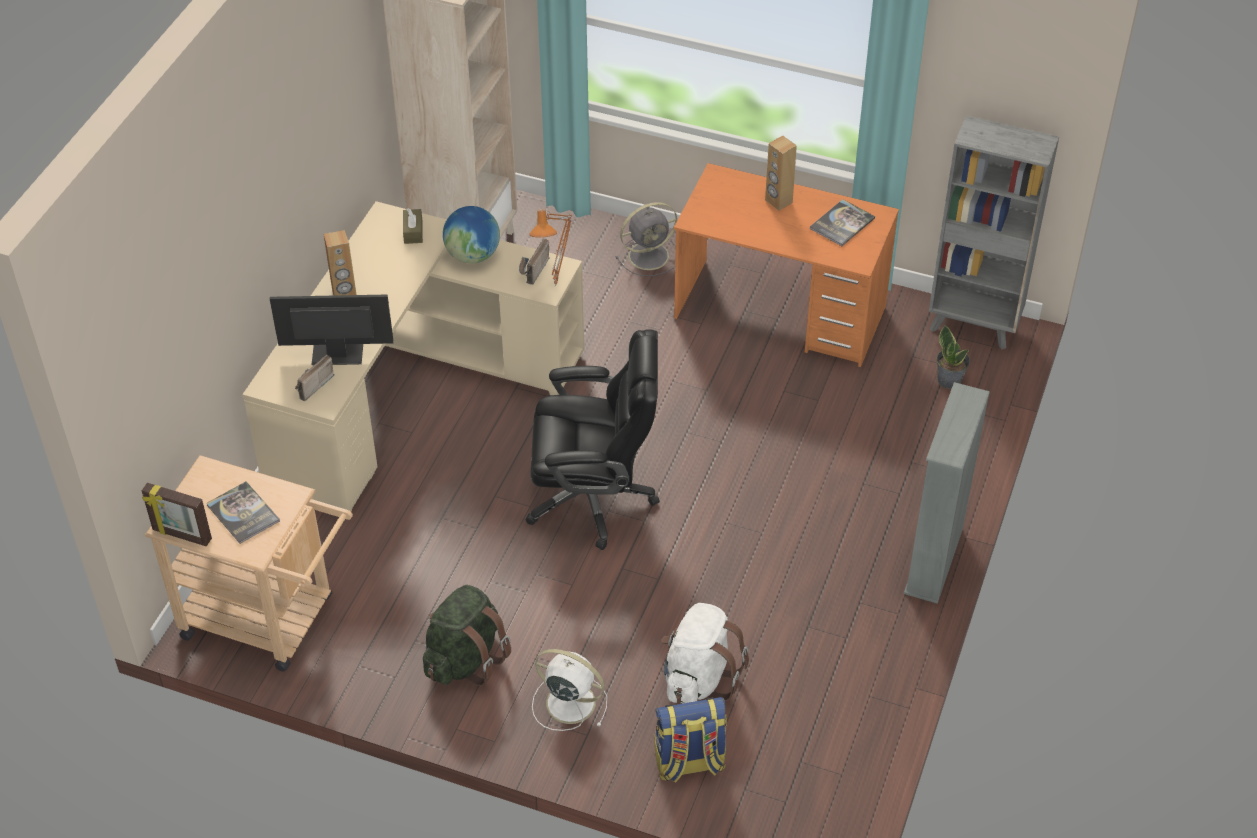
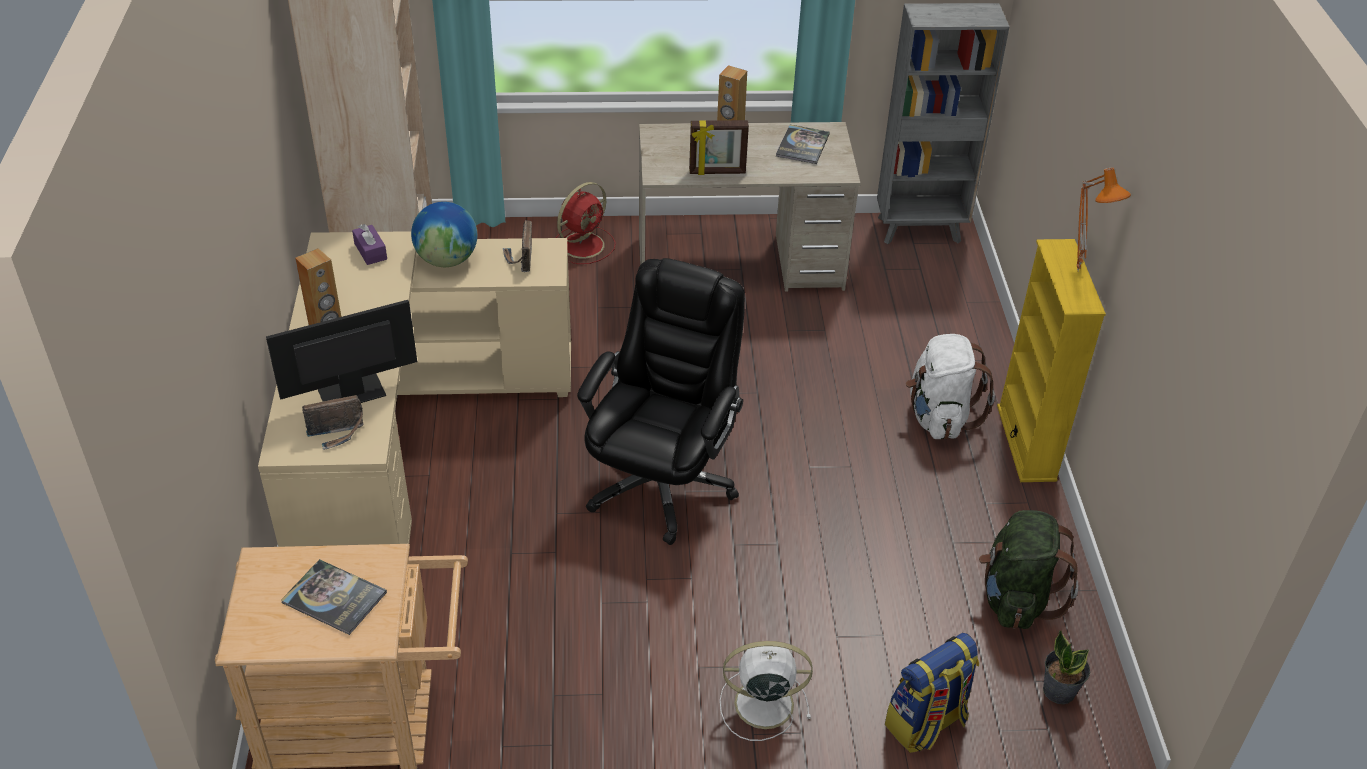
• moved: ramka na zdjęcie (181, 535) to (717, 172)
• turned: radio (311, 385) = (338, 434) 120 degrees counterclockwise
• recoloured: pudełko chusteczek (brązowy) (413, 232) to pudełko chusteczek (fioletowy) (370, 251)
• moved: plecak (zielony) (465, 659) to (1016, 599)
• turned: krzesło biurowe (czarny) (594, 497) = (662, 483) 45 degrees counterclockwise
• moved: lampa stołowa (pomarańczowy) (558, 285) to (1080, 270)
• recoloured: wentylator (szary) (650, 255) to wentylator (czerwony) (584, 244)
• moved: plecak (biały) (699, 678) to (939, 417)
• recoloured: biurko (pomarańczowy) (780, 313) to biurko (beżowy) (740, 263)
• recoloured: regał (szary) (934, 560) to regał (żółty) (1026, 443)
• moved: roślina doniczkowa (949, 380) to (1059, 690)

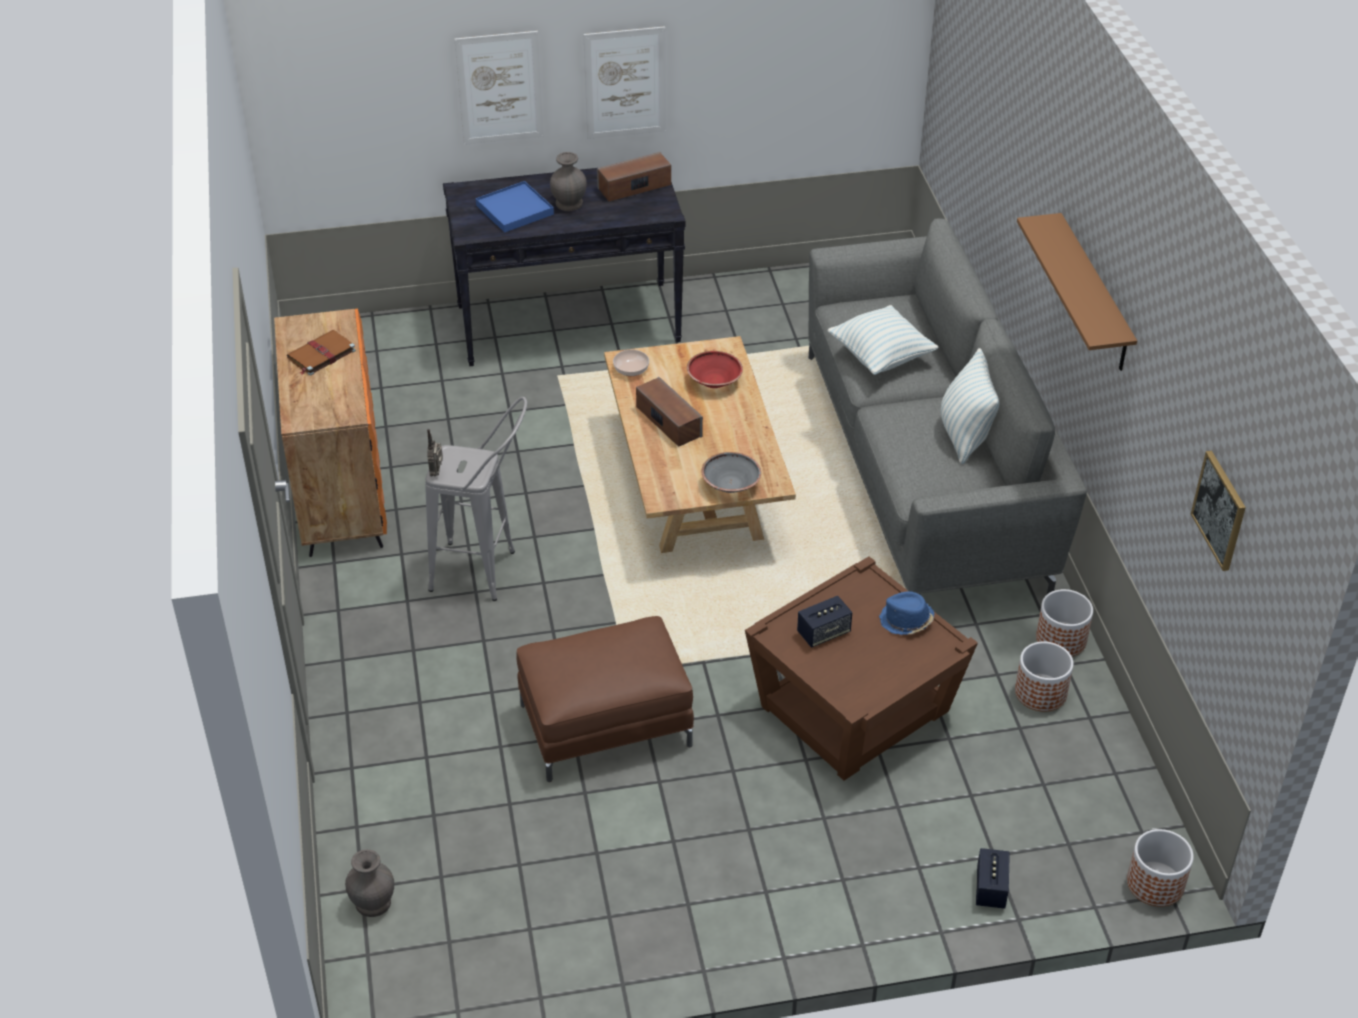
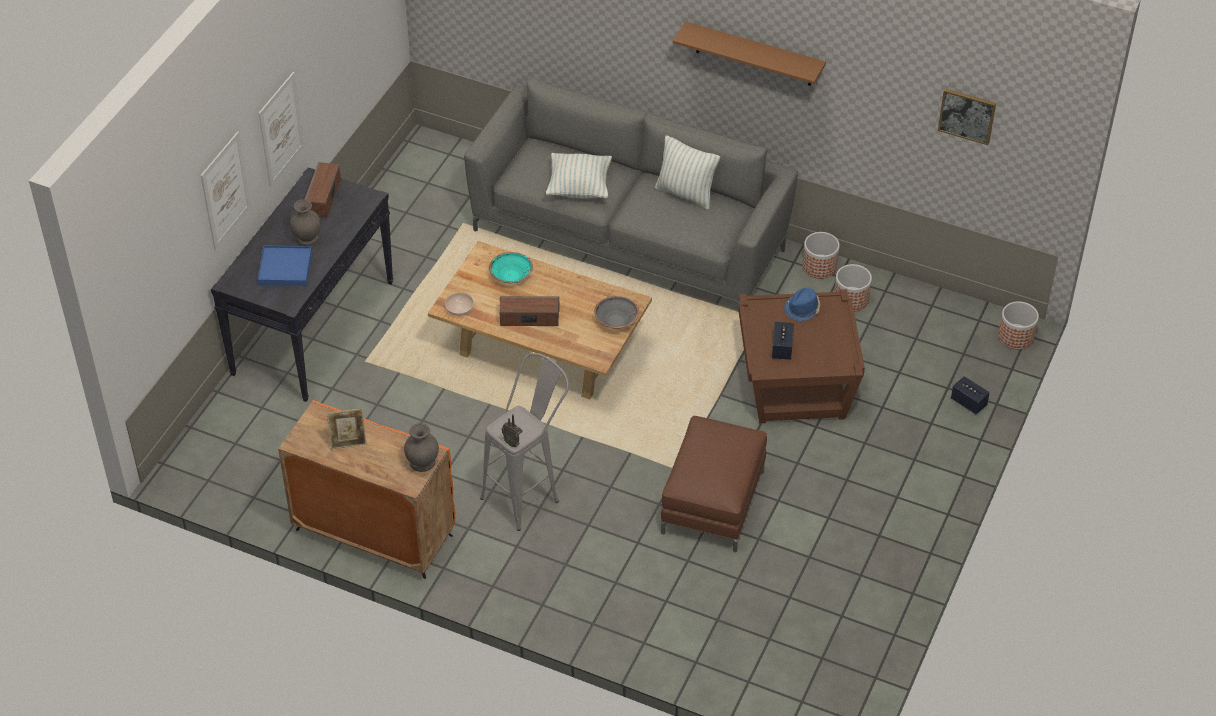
• replaced: książka (brązowy) (320, 355) to ramka na zdjęcie (348, 441)
• moved: wazon (szary) (372, 901) to (421, 462)
• recoloured: miska (czerwony) (714, 381) to miska (turkusowy) (511, 276)

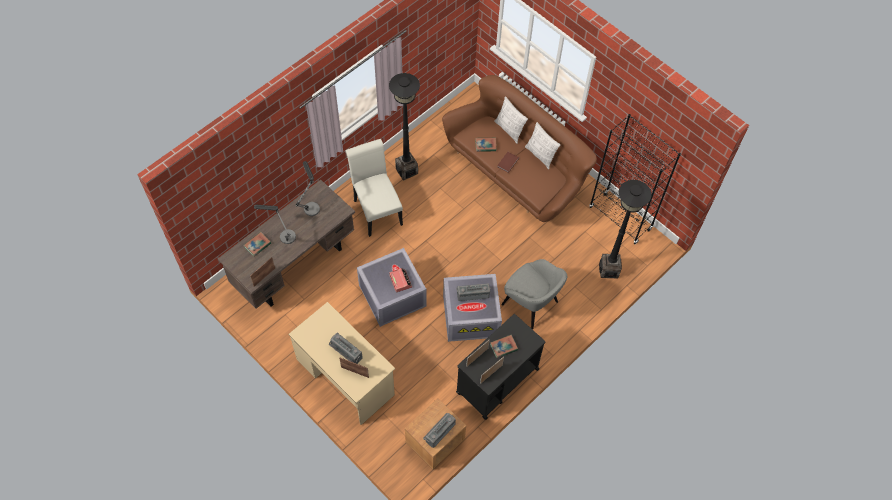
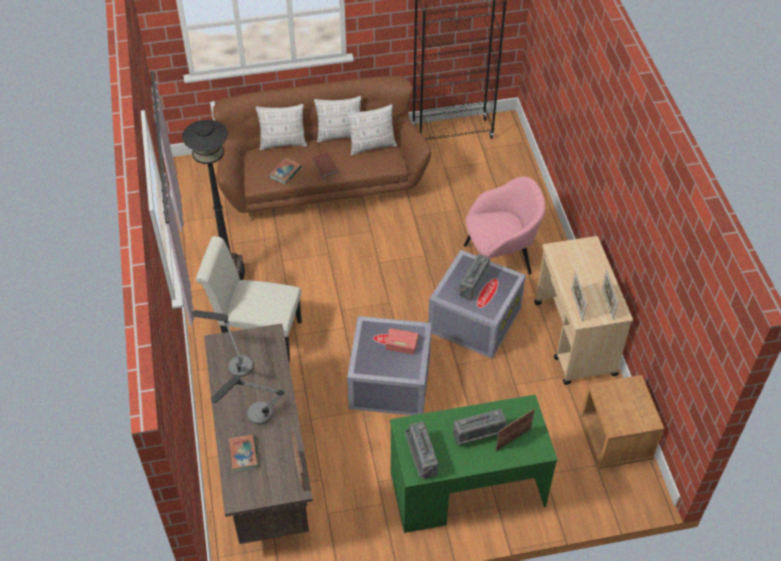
• recoloured: biurko (beżowy) (345, 377) to biurko (zielony) (467, 489)
• moved: radio (439, 431) to (420, 457)
• recoloured: wózek (czarny) (497, 381) to wózek (beżowy) (574, 339)
• removed: książka (503, 347)
• recoloured: fotel (szary) (531, 304) to fotel (różowy) (499, 259)
• removed: lampa stojąca (czarny) (609, 270)
• added: poduszka (372, 146)

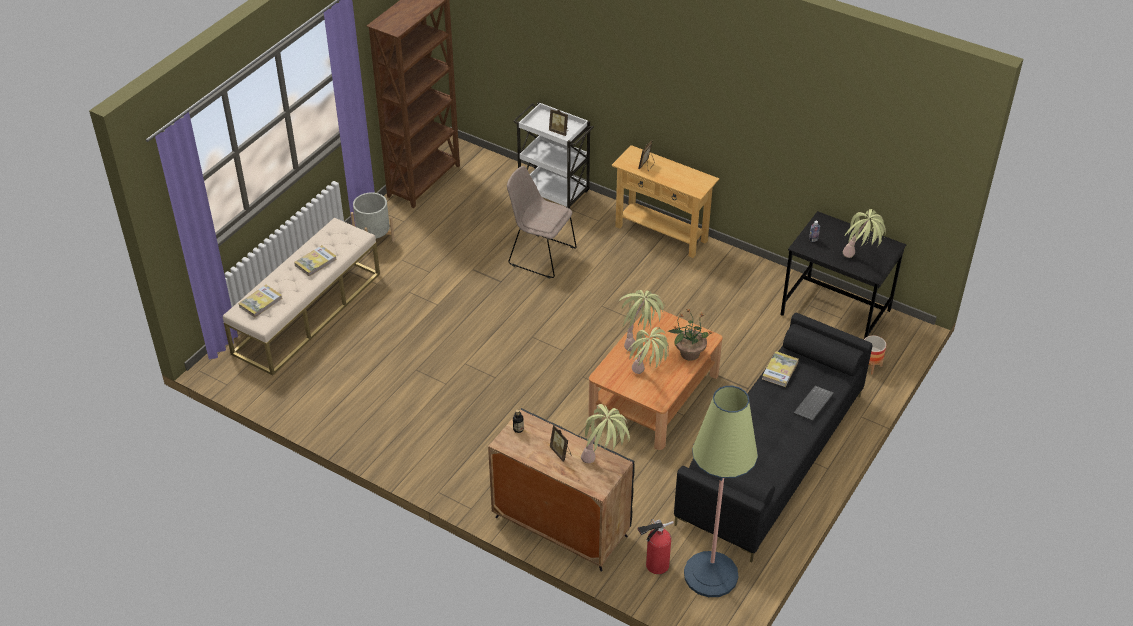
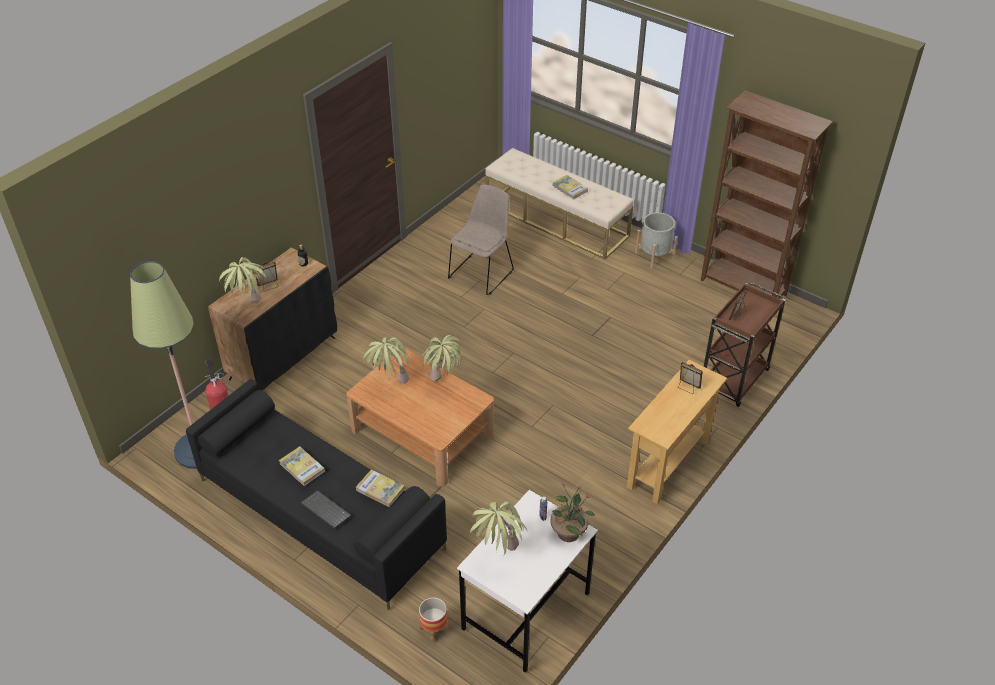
• moved: książka (260, 302) to (302, 467)
• moved: krzesło (beżowy) (540, 255) to (482, 273)
• recoloured: wózek (biały) (554, 193) to wózek (brązowy) (733, 380)
• moved: roślina doniczkowa (689, 353) to (568, 532)
• recoloured: biurko (czarny) (836, 313) to biurko (biały) (526, 612)

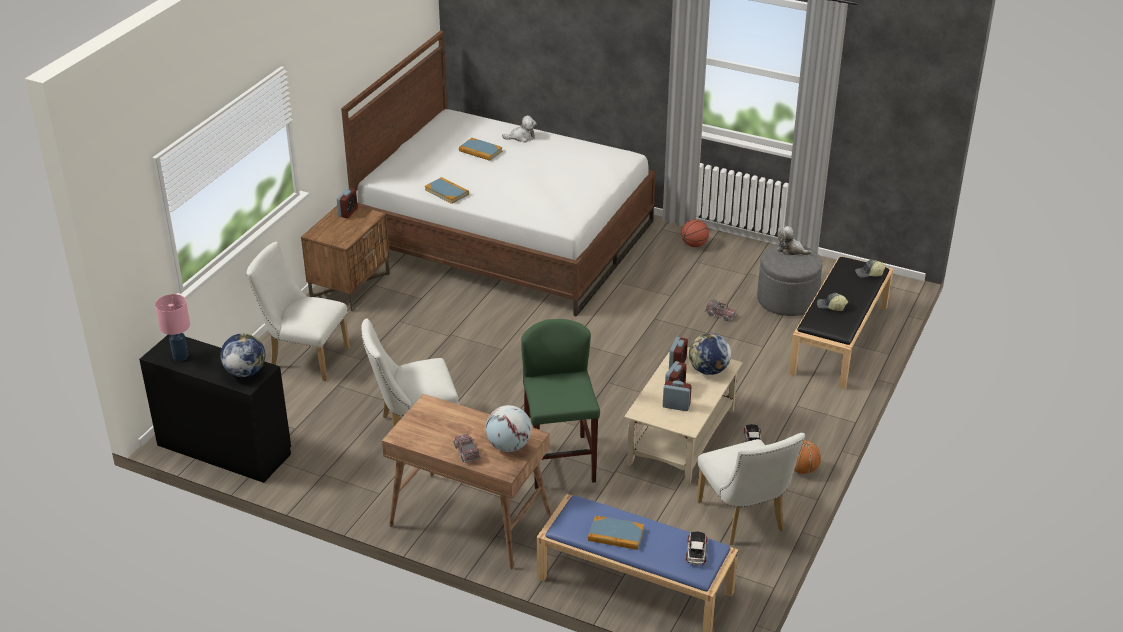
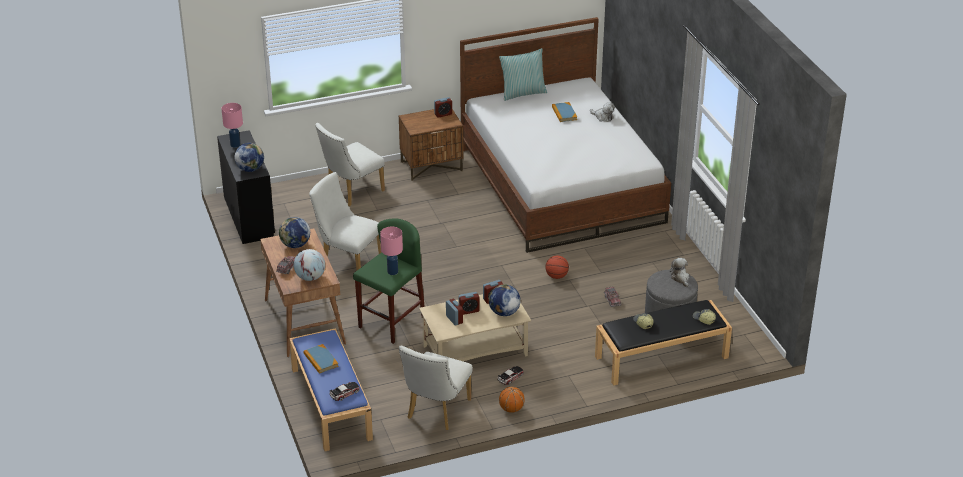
• turned: krzesło (biały) (304, 357) = (351, 192) 105 degrees counterclockwise
• removed: książka (447, 192)
• moved: piłka do koszykówki (694, 245) to (556, 276)
• added: globus (295, 245)
• added: lampa stołowa (różowy) (392, 271)
• added: poduszka (522, 93)

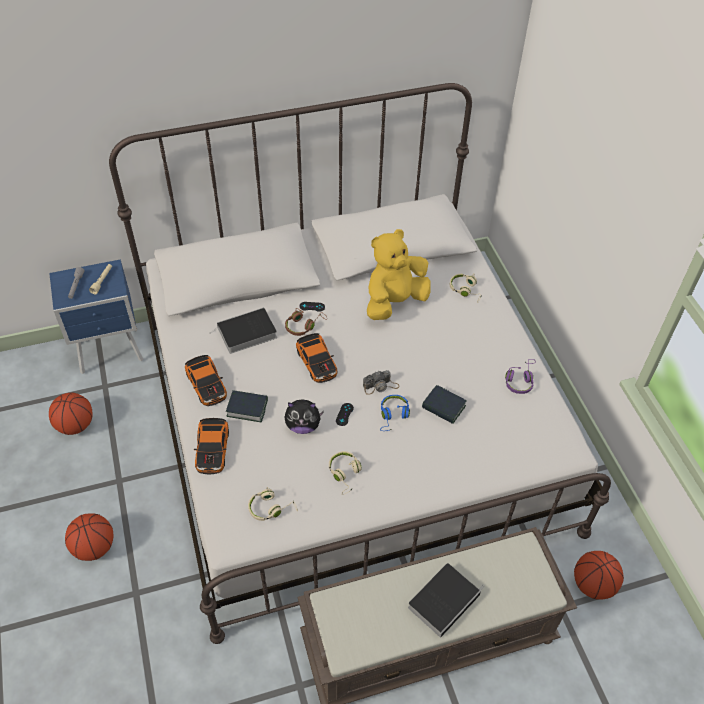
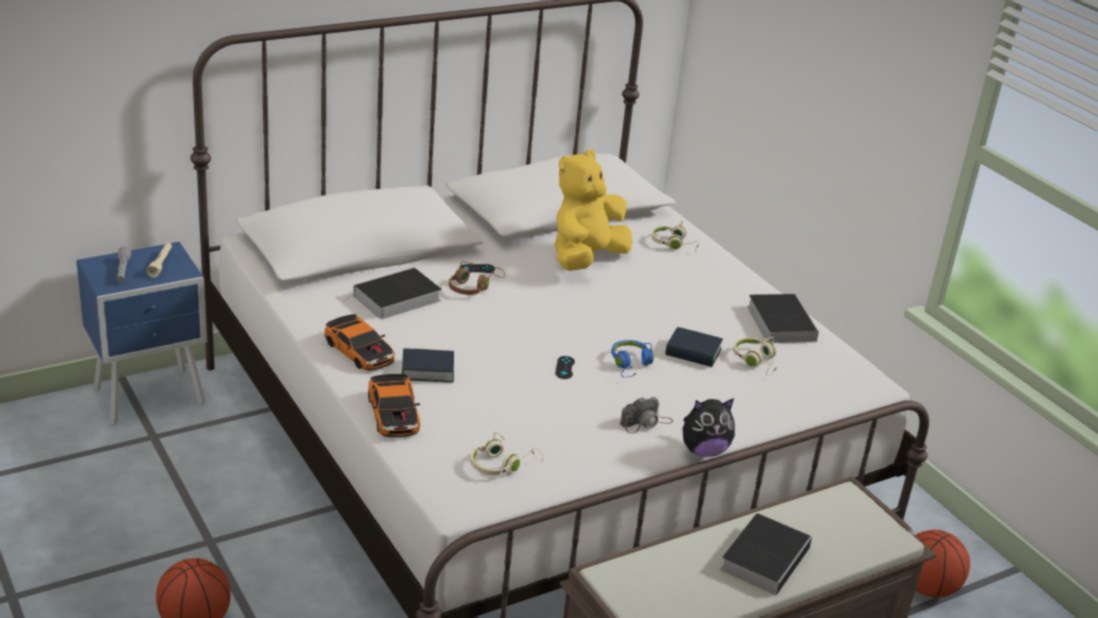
• removed: piłka do koszykówki (75, 425)
• moved: pluszak (303, 426) to (703, 451)
• removed: samochodzik (317, 361)
• moved: słuchawki (beżowy) (345, 474) to (756, 361)
• moved: aparat fotograficzny (380, 386) to (646, 422)
• replaced: słuchawki (fioletowy) (520, 380) to książka (779, 322)

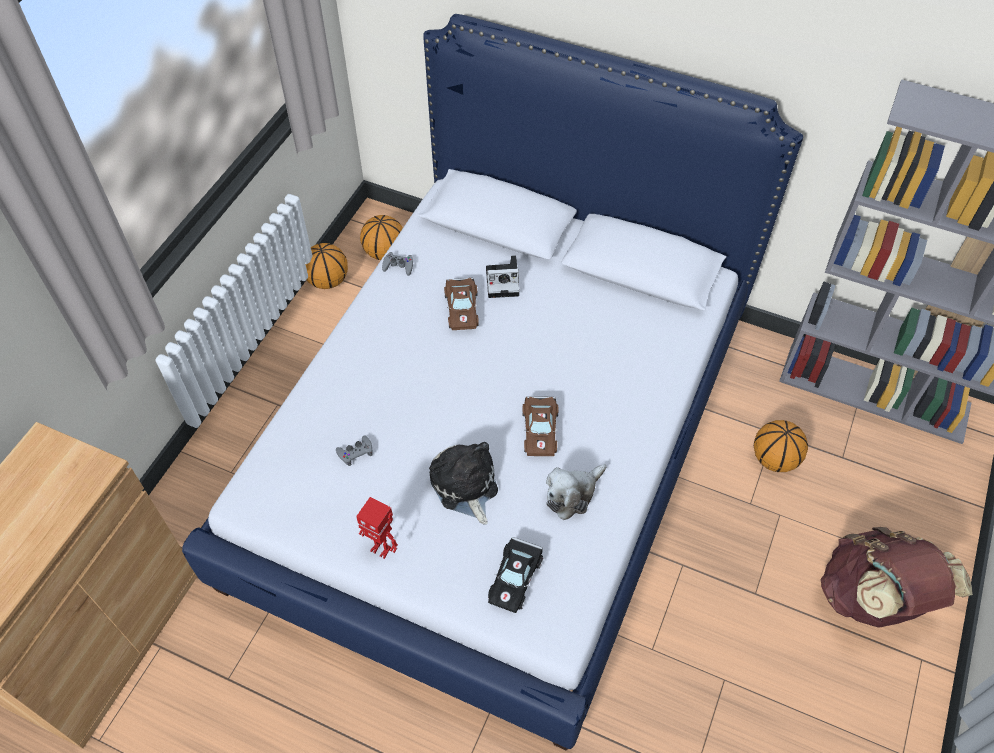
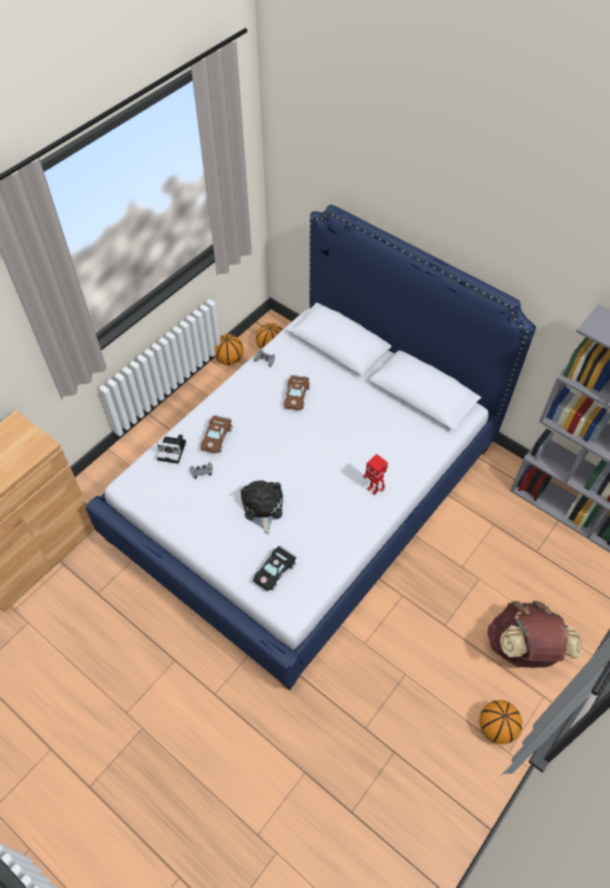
• moved: robot zabawkowy (381, 548) to (373, 489)
• moved: aparat fotograficzny (504, 281) to (173, 450)
• moved: samochodzik (brązowy) (540, 429) to (217, 437)
• removed: pluszak (572, 494)
• moved: piłka do koszykówki (775, 459) to (497, 727)

